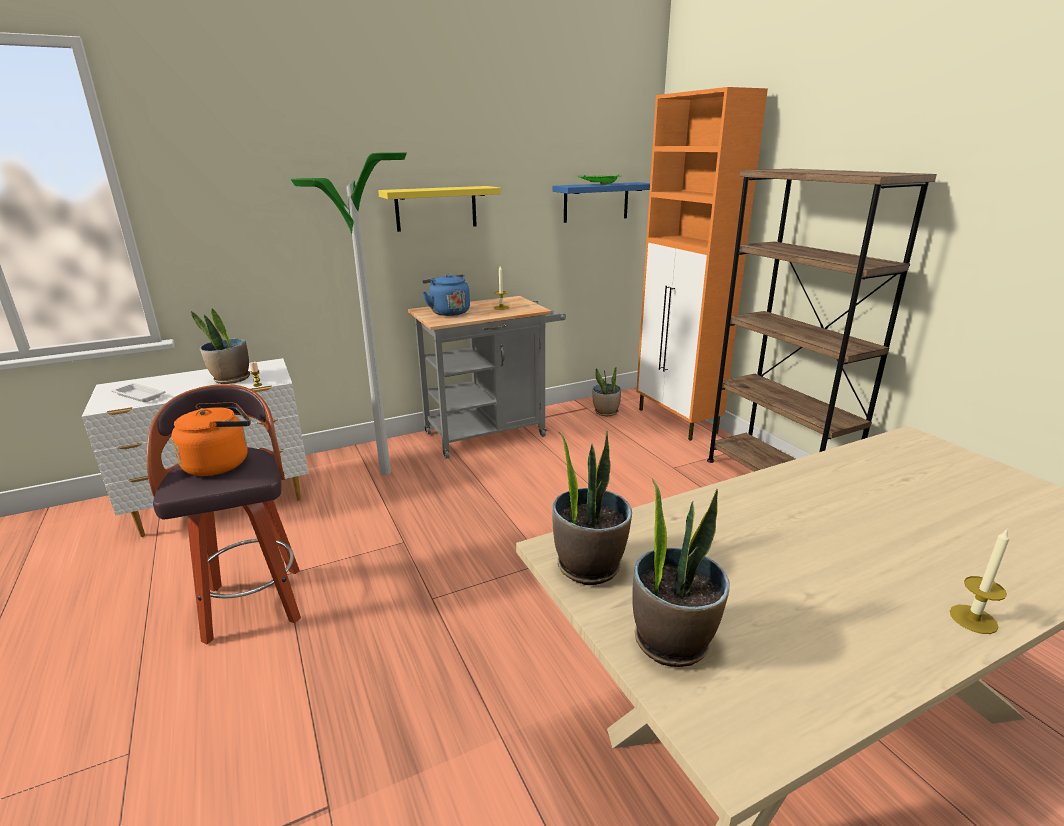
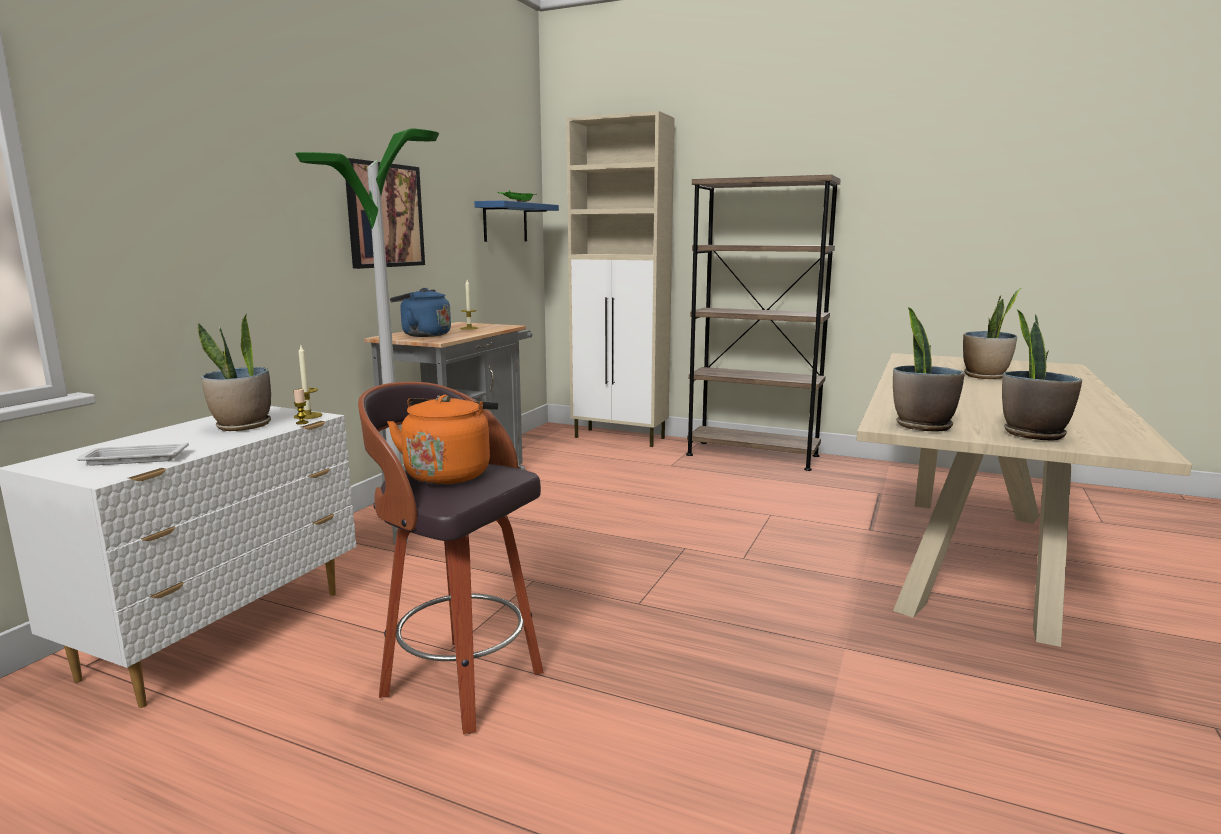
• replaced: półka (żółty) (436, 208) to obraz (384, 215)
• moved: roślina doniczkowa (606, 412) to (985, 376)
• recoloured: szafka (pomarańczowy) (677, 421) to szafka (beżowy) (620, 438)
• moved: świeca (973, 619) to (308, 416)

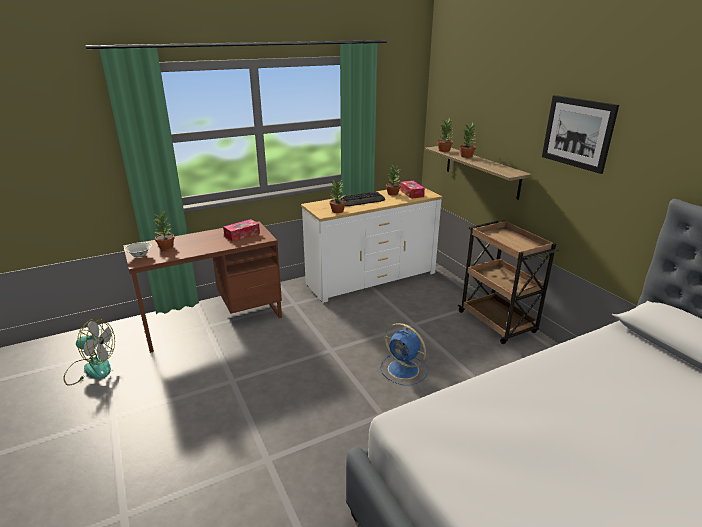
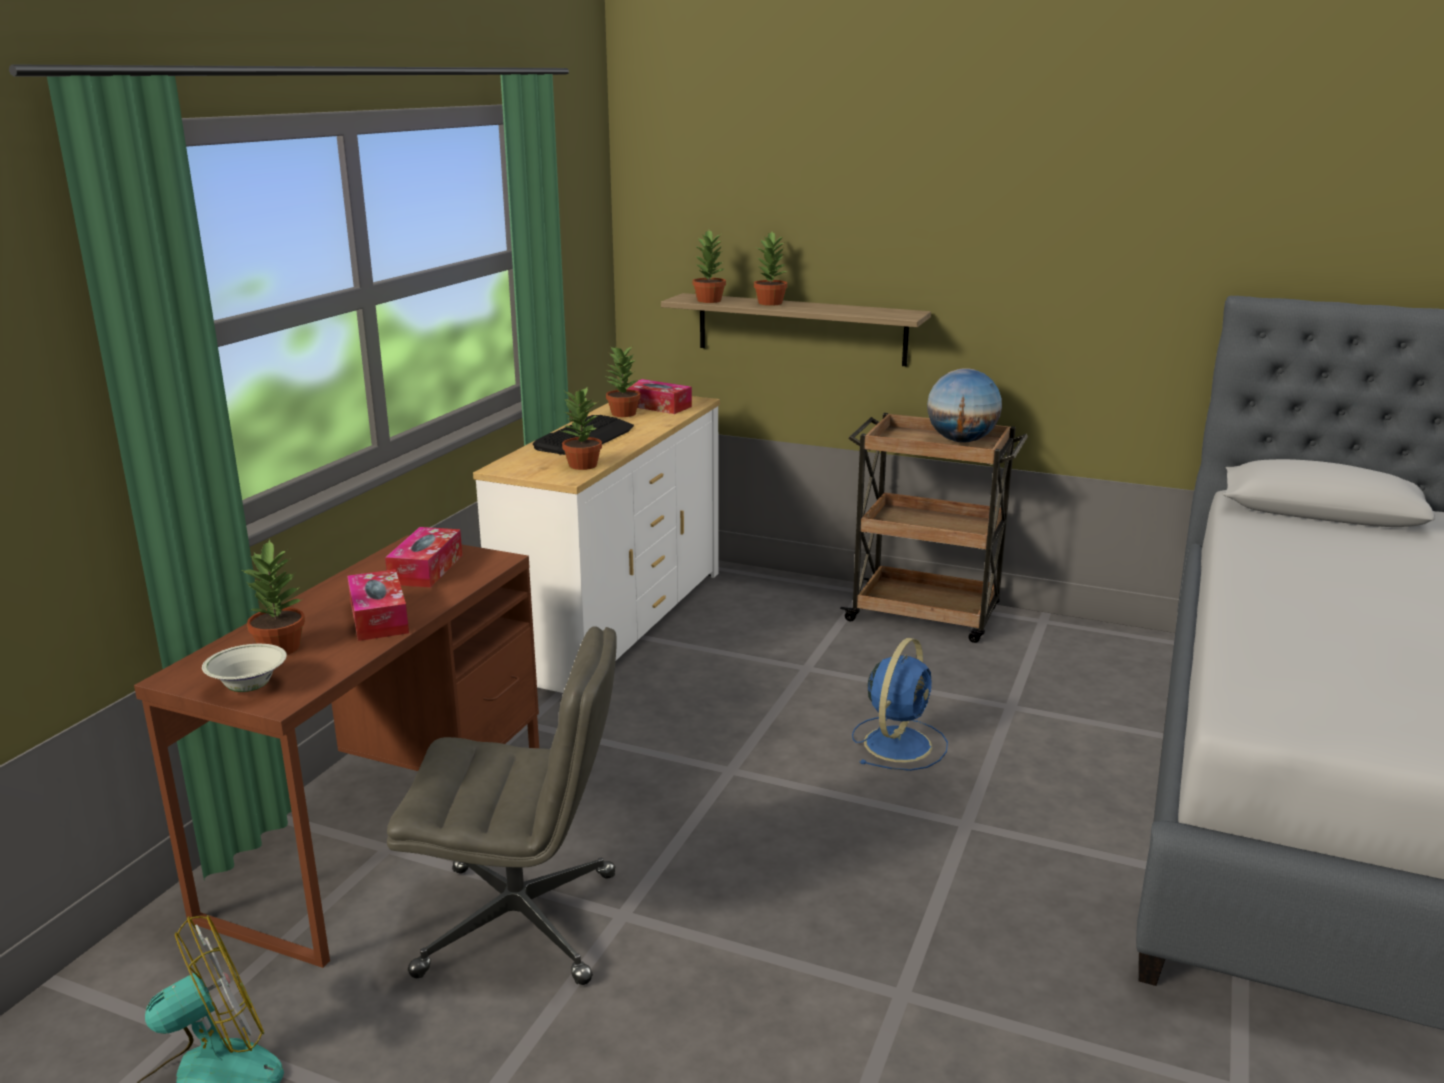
• turned: wentylator (niebieski) (404, 370) = (899, 743) 60 degrees counterclockwise
• removed: obraz (577, 133)
• added: pudełko chusteczek (379, 618)
• added: krzesło biurowe (szary) (522, 923)
• added: globus (961, 441)

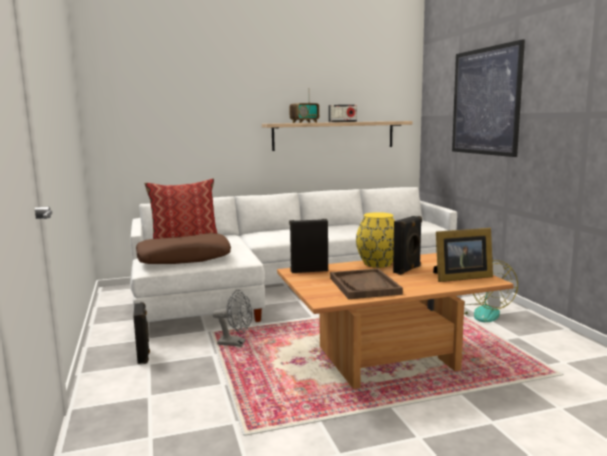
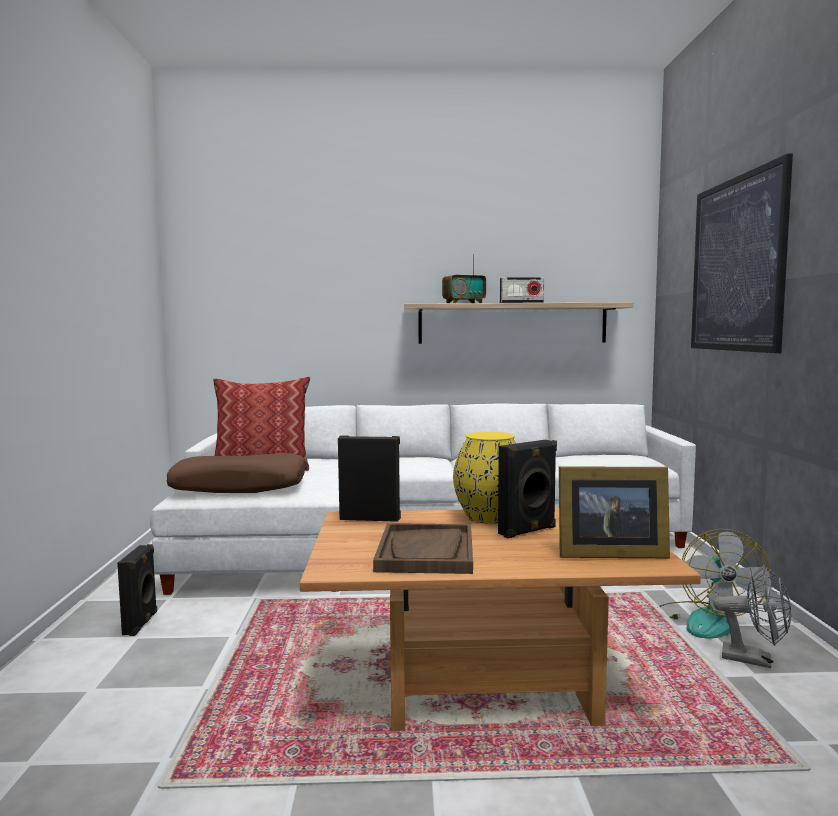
• moved: wentylator (szary) (236, 343) to (755, 660)

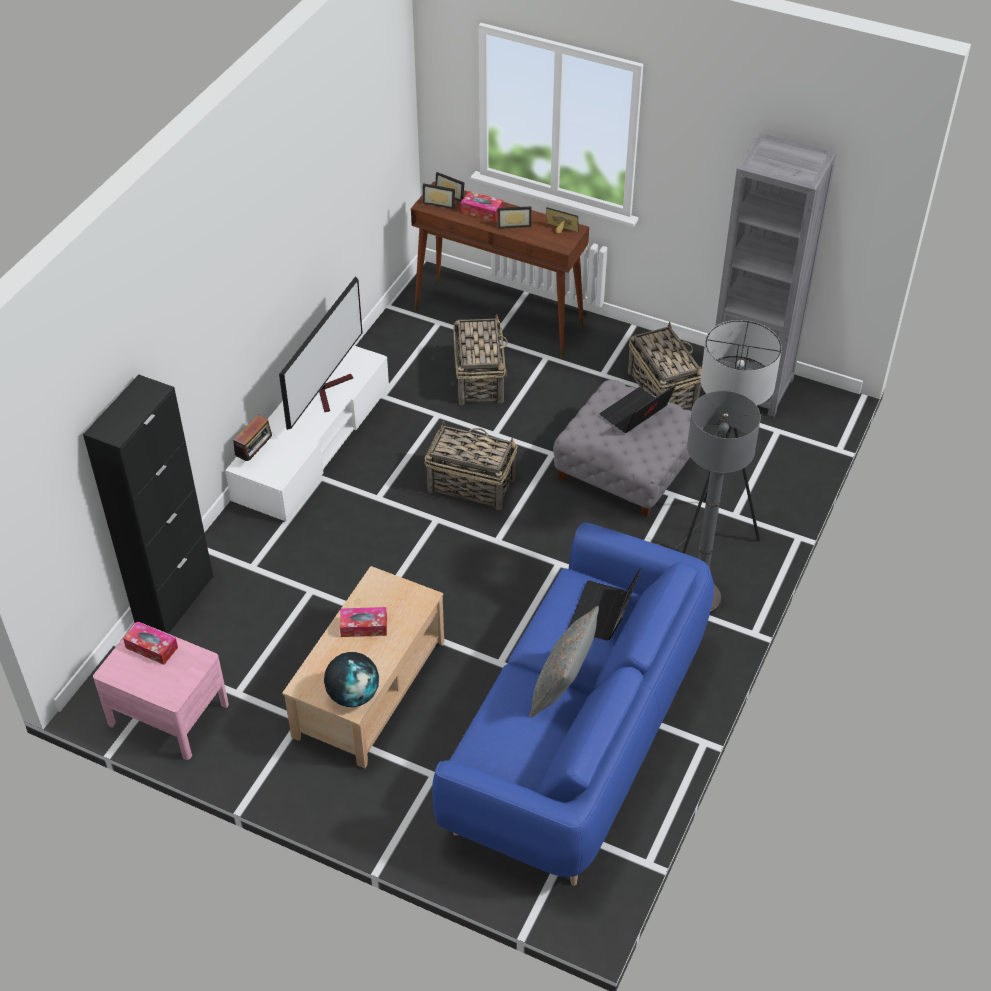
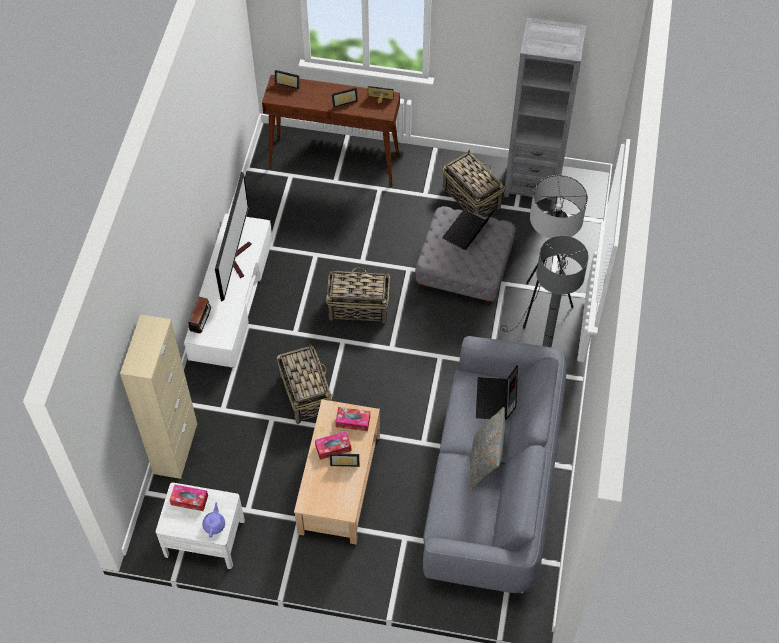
• recoloured: szafka (czarny) (174, 600) to szafka (beżowy) (175, 448)
• recoloured: szafka nocna (różowy) (168, 714) to szafka nocna (biały) (204, 538)
• removed: globus (353, 695)
• moved: ramka na zdjęcie (439, 203) to (345, 461)
• recoloured: kanapa (niebieski) (577, 736) to kanapa (szary) (492, 485)
• moved: koszyk (479, 378) to (305, 393)
• moved: pudełko chusteczek (482, 211) to (353, 421)
• added: imbryk (fioletowy) (214, 524)

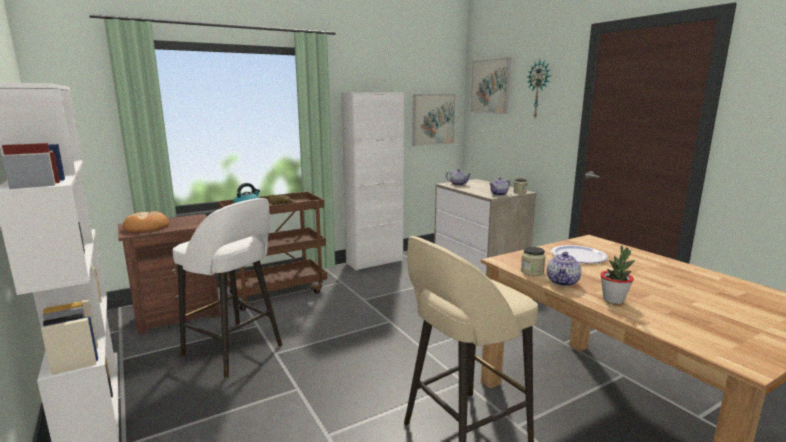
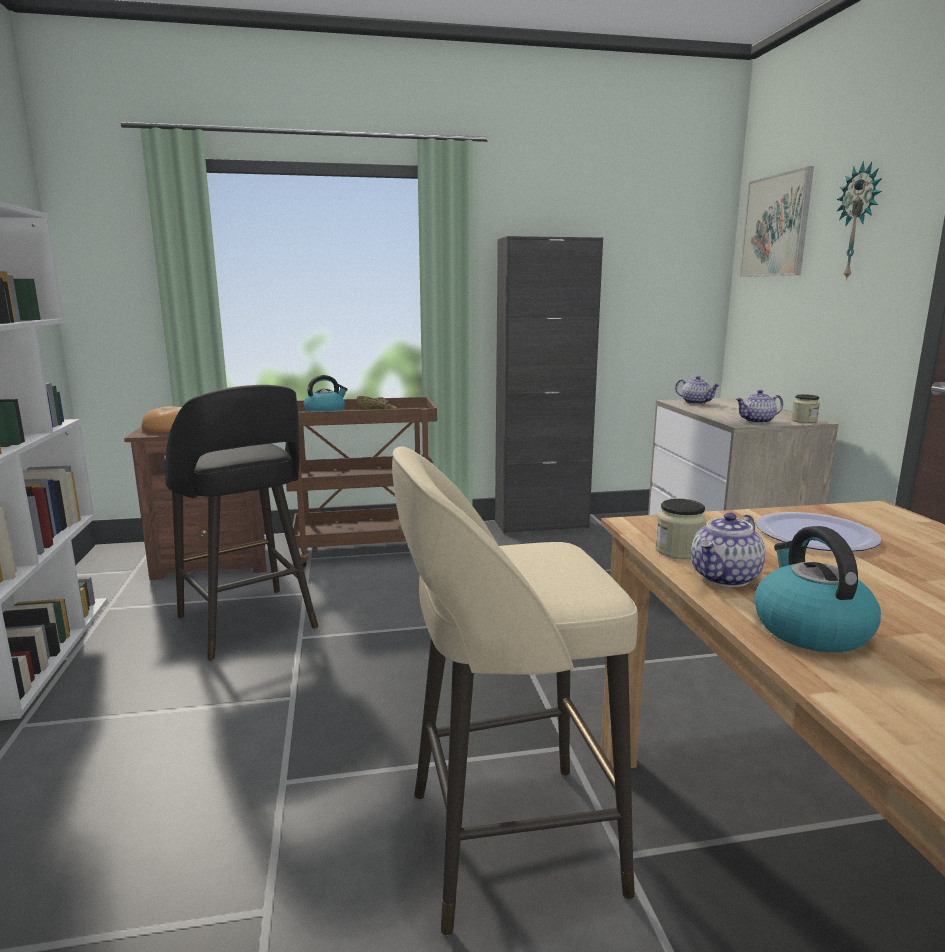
• recoloured: stołek (biały) (234, 351) to stołek (czarny) (248, 624)
• recoloured: szafka (biały) (374, 262) to szafka (czarny) (541, 524)
• removed: obraz (433, 119)
• replaced: roślina doniczkowa (613, 300) to czajnik (809, 629)

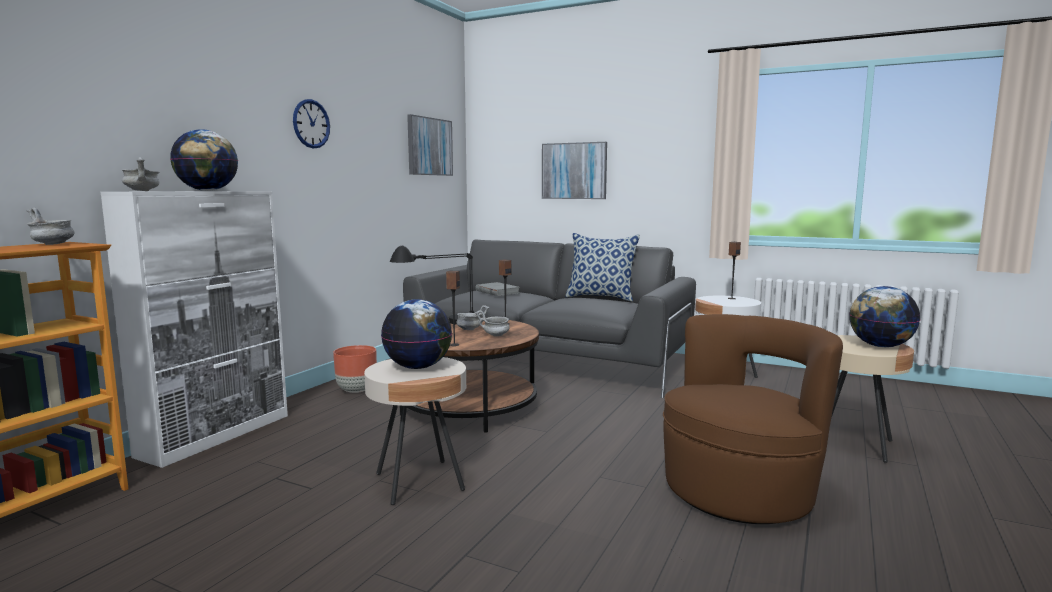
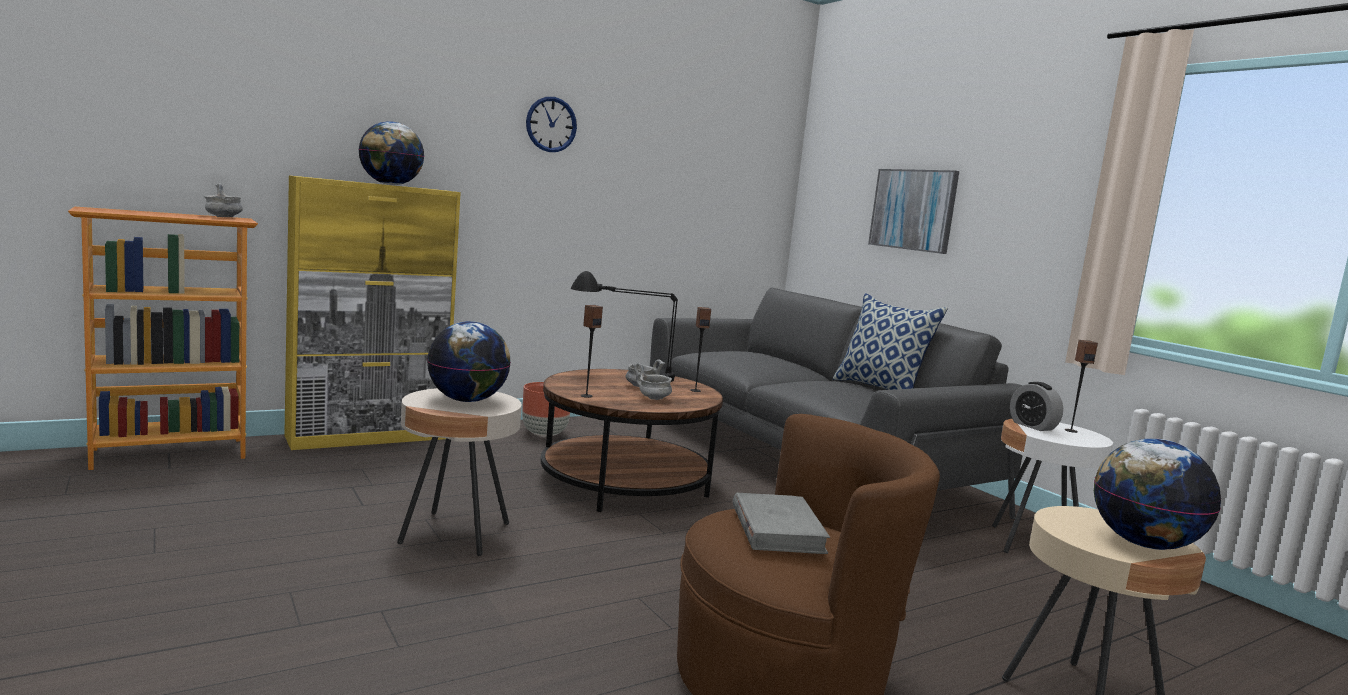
• recoloured: szafka (biały) (217, 435) to szafka (żółty) (369, 437)
• removed: miska (szary) (143, 191)
• removed: obraz (429, 146)
• moved: książka (szary) (497, 292) to (777, 529)
• added: budzik (1032, 426)

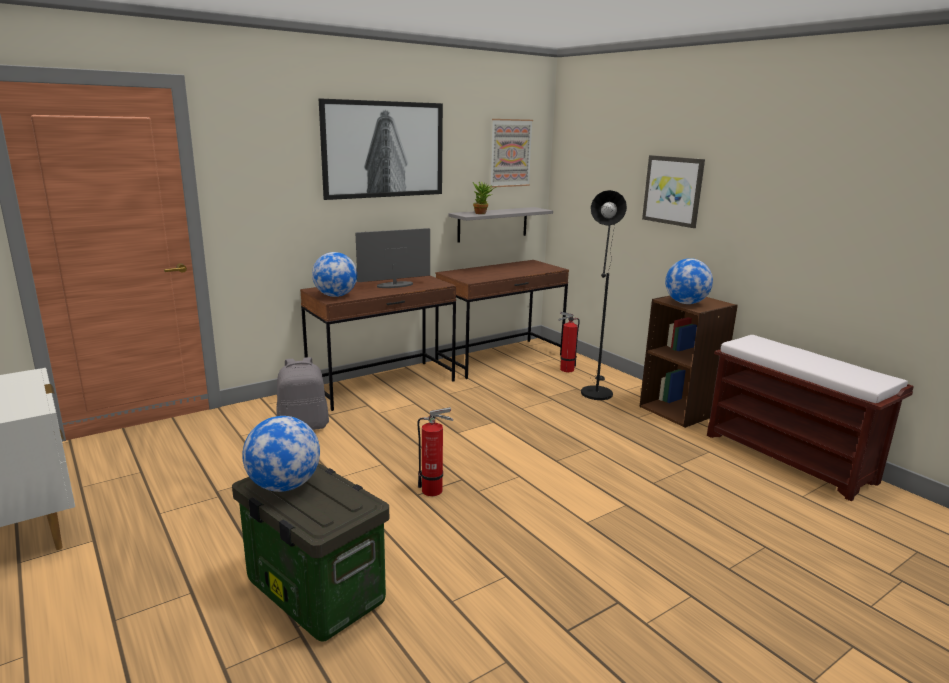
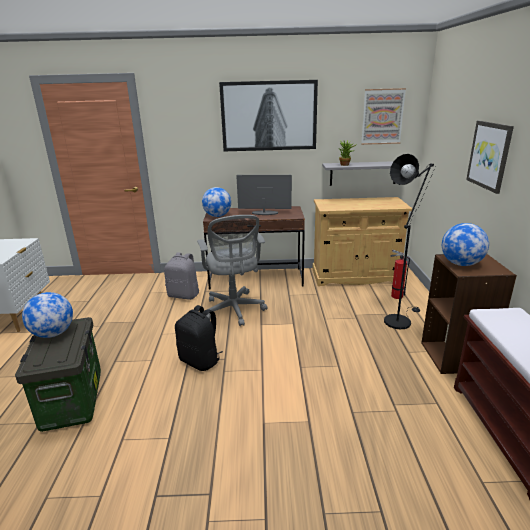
• replaced: gaśnica (435, 490) to plecak (czarny) (200, 361)
• replaced: biurko (brązowy) (500, 358) to szafka (beżowy) (355, 276)
• added: krzesło biurowe (szary) (234, 310)

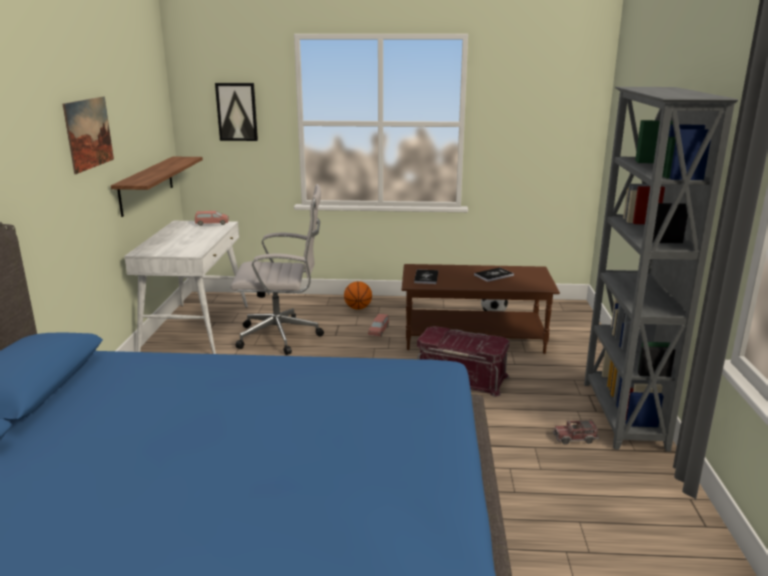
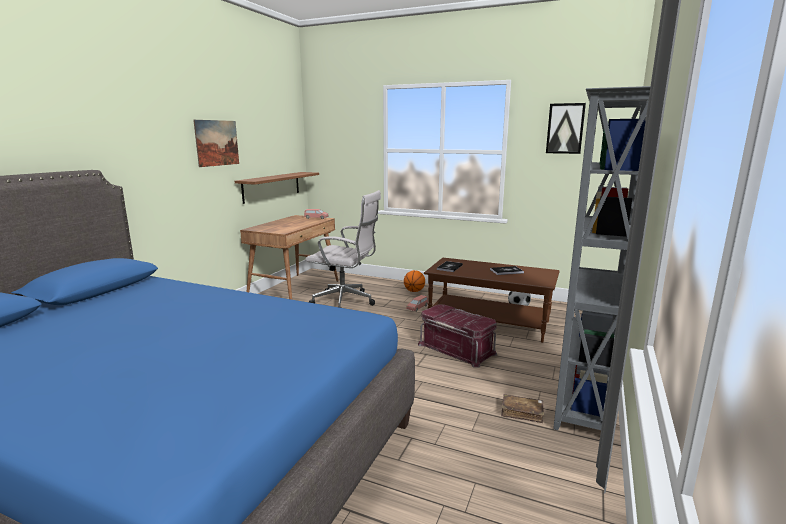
• recoloured: biurko (biały) (196, 328) to biurko (brązowy) (294, 290)
• moved: obraz (237, 112) to (565, 128)
• replaced: ciężarówka zabawkowa (575, 438) to książka (brązowy) (522, 412)

